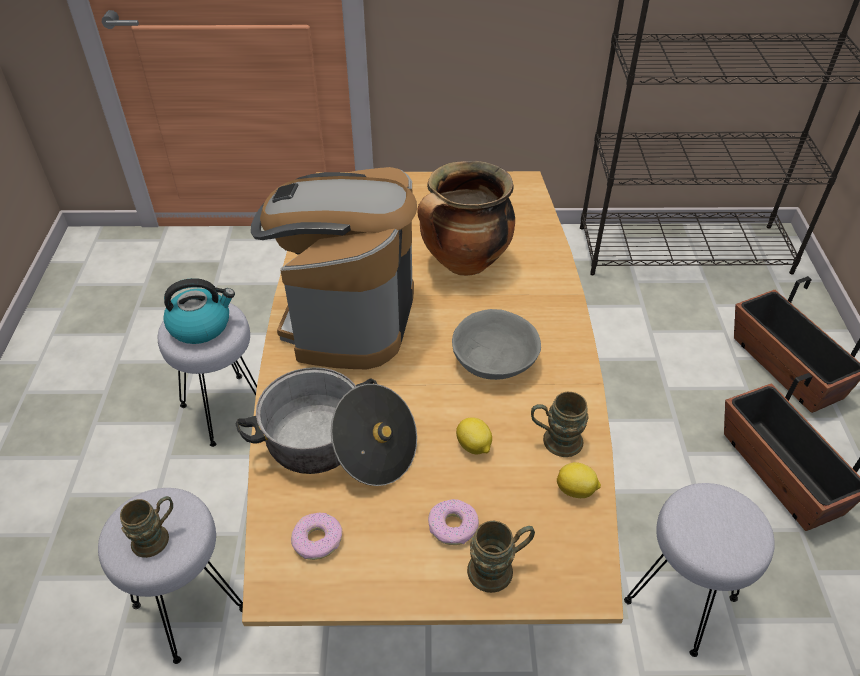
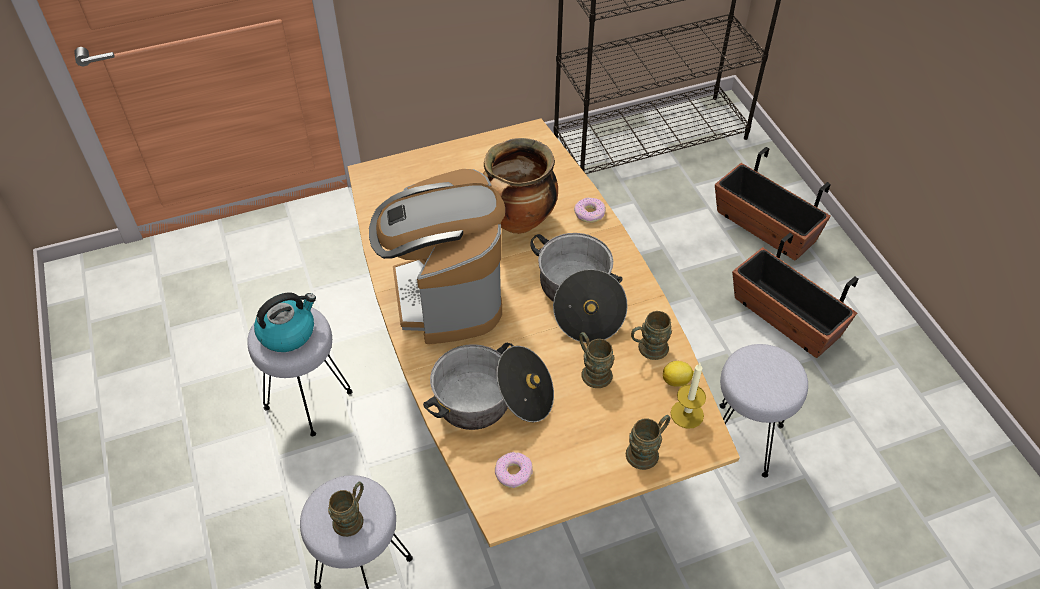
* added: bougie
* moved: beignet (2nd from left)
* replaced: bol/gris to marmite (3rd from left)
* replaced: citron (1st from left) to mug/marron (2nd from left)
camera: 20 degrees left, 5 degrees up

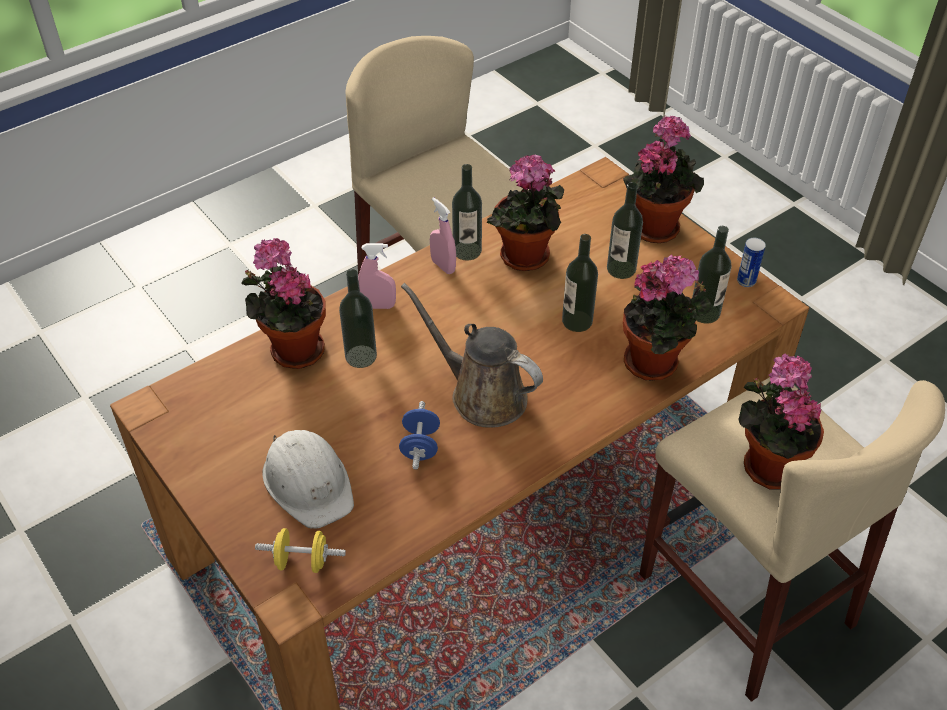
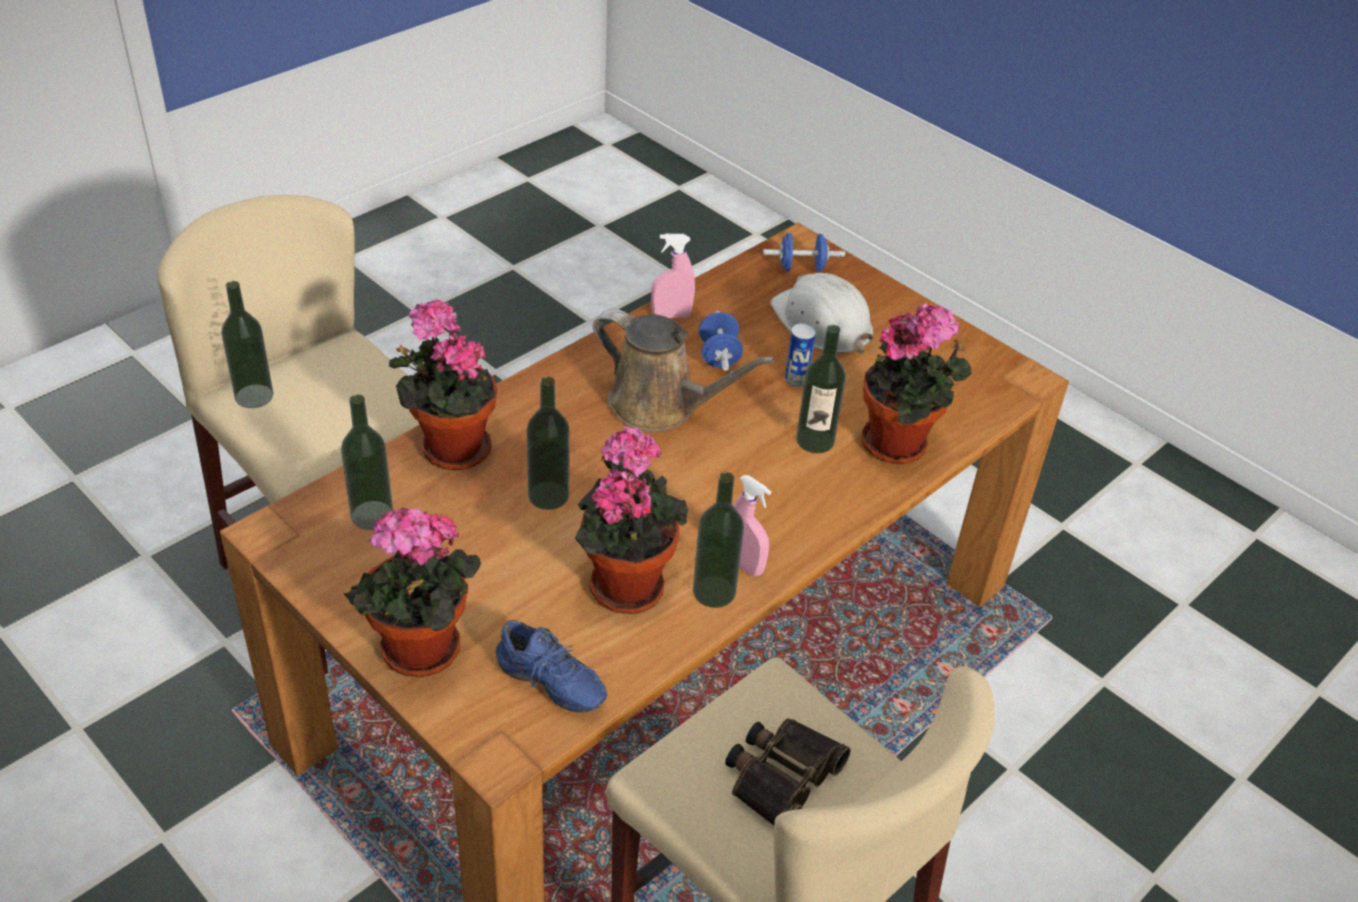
* removed: plante en pot (5th from left)
* added: chaussure/bleu
* added: jumelles
* moved: vaporisateur/rose (1st from left)
* moved: bouteille (4th from left in the first image) to bouteille (1st from left)
* moved: boîte métallique
* recoloured: haltère/jaune to haltère/bleu (2nd from left)
camera: 170 degrees right, 5 degrees down

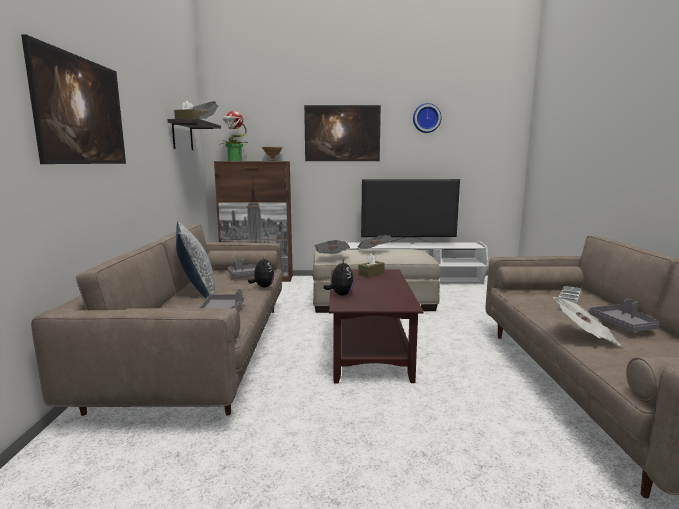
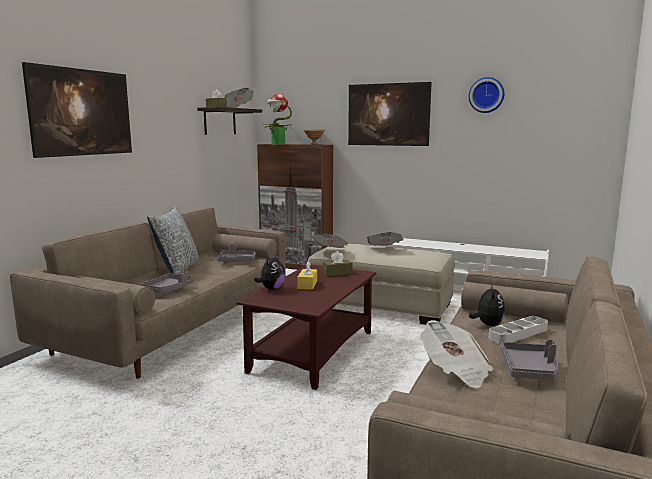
* removed: téléviseur
* added: boîte à mouchoirs/jaune
* moved: peluche (1st from left in the first image) to peluche (2nd from left)
camera: 25 degrees right, 0 degrees up

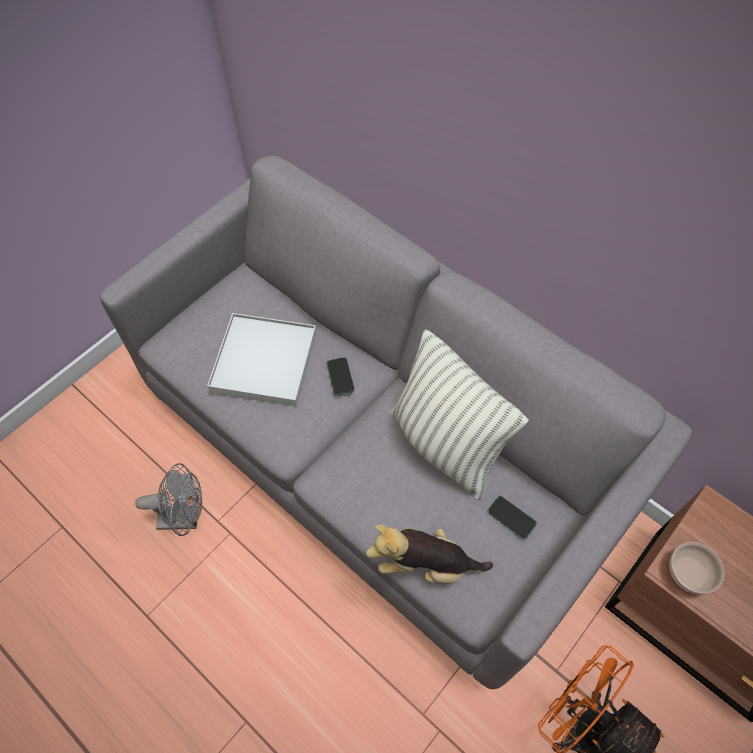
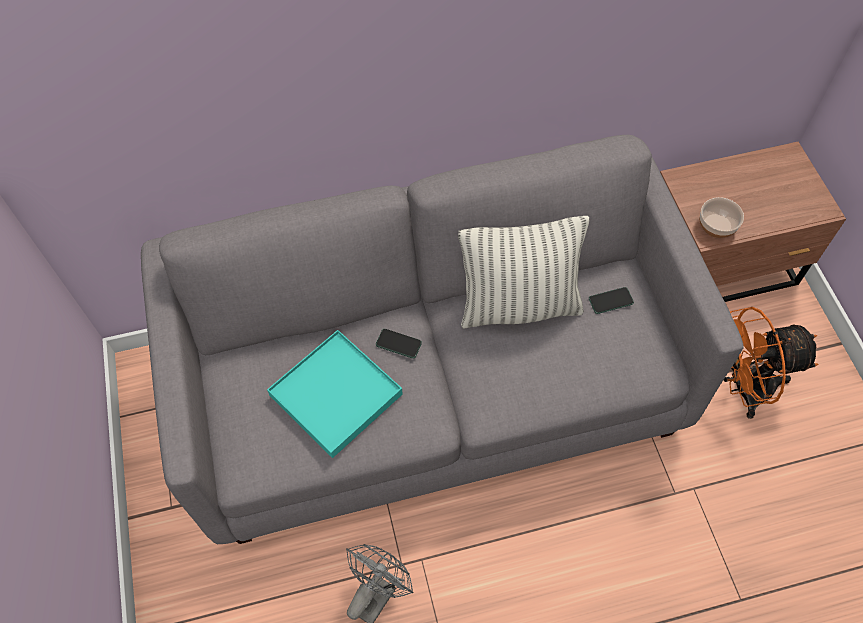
* removed: peluche
* recoloured: plateau/blanc to plateau/turquoise
camera: 55 degrees left, 0 degrees up

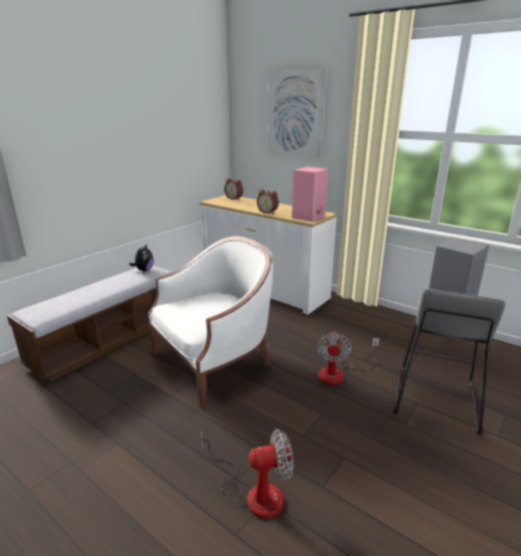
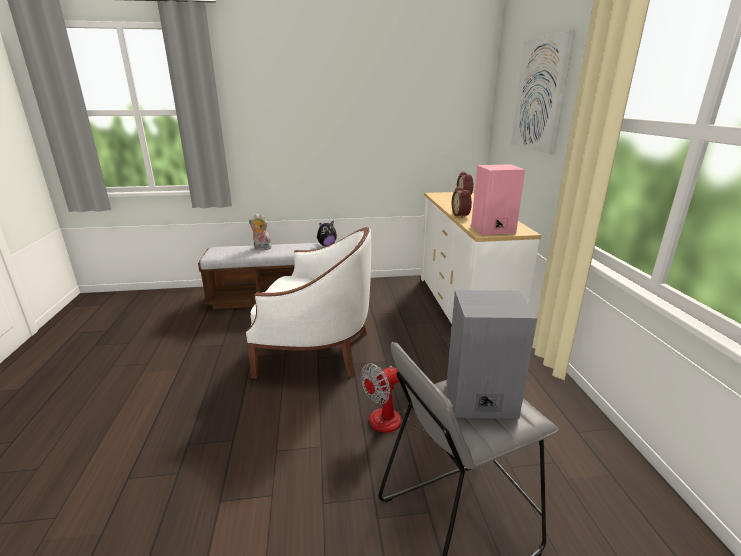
* removed: ventilateur (1st from left)
* added: peluche (1st from left)
camera: 45 degrees right, 0 degrees up

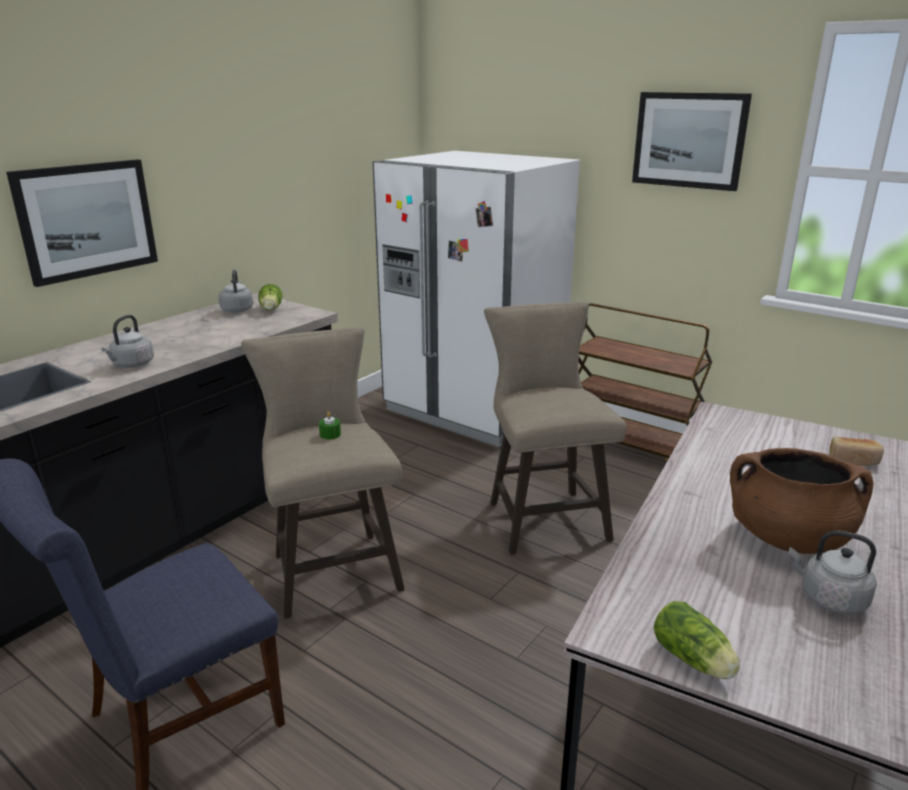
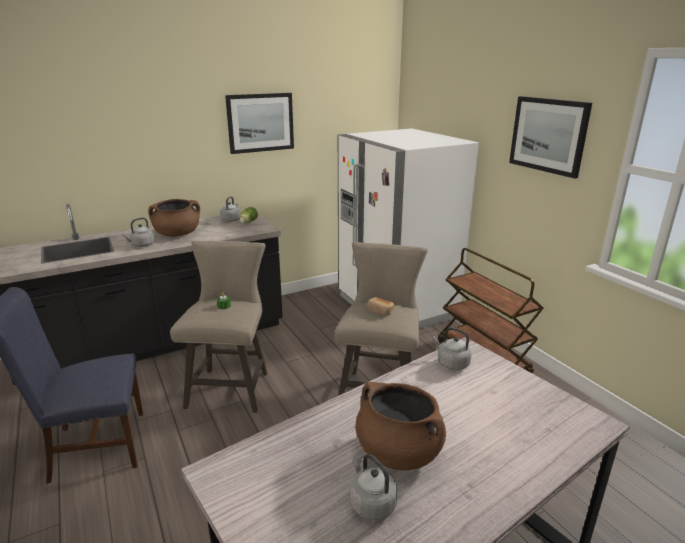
* removed: laitue (2nd from left)
* added: marmite/marron (1st from left)
* added: bouilloire/gris (4th from left)
* moved: tableau (1st from left)
* moved: pain
camera: 25 degrees right, 0 degrees up

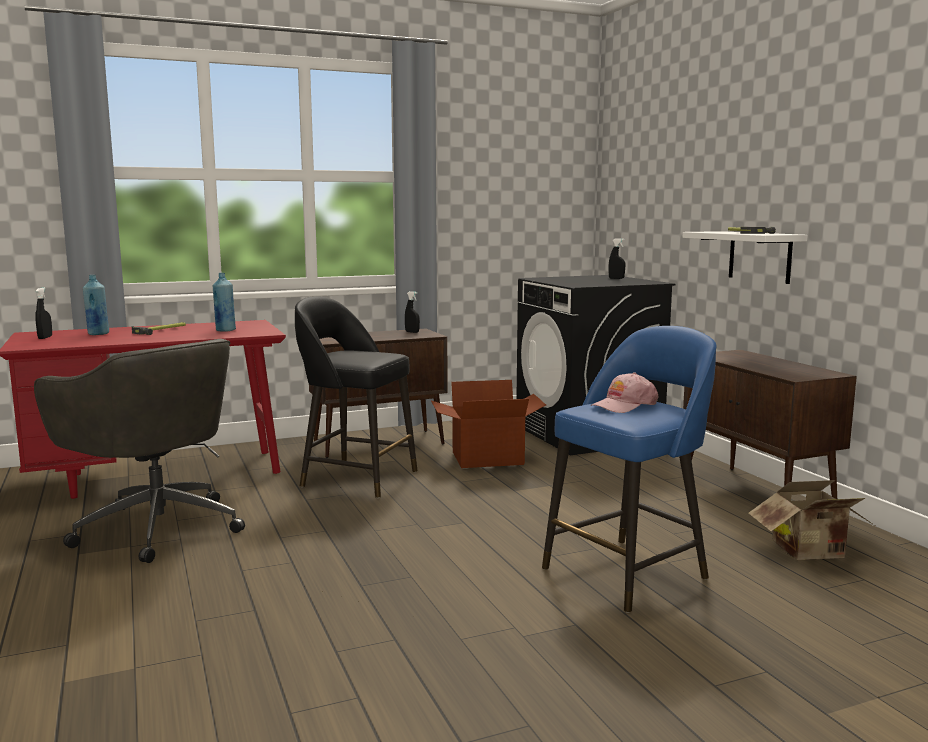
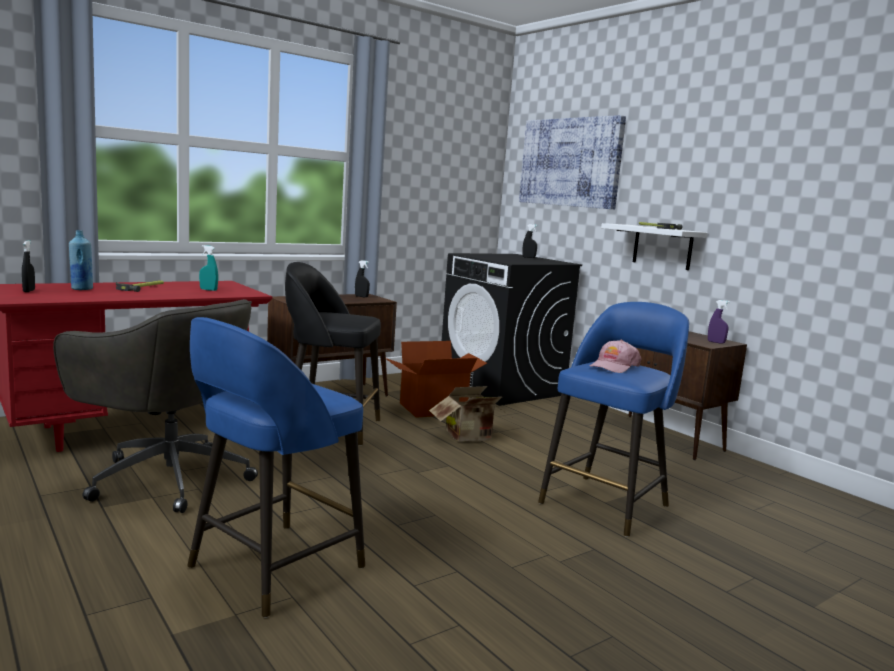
* added: tabouret/bleu (1st from left)
* added: tableau
* added: vaporisateur/violet
* moved: carton (2nd from left)
* replaced: bouteille/bleu (2nd from left) to vaporisateur/turquoise
camera: 15 degrees left, 0 degrees up

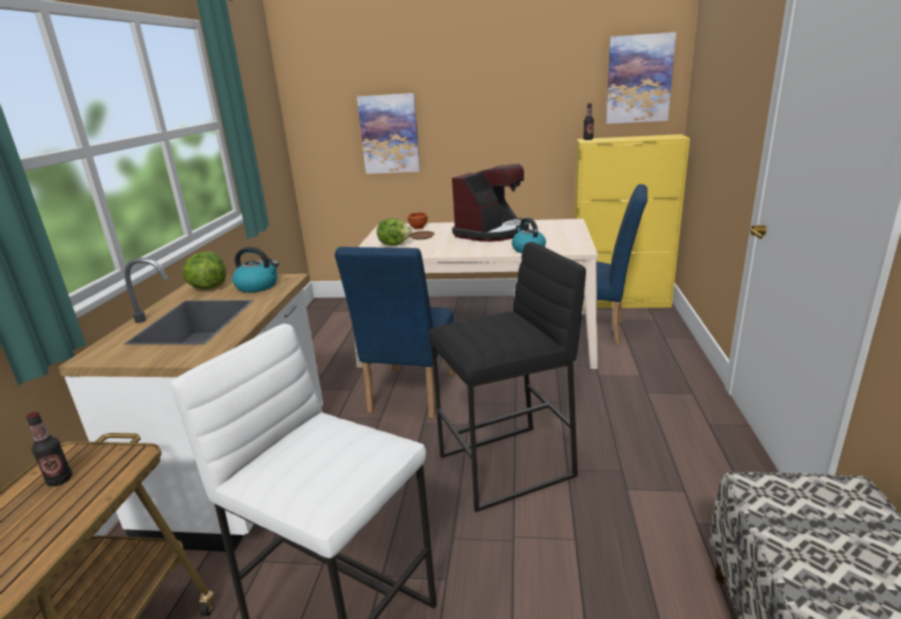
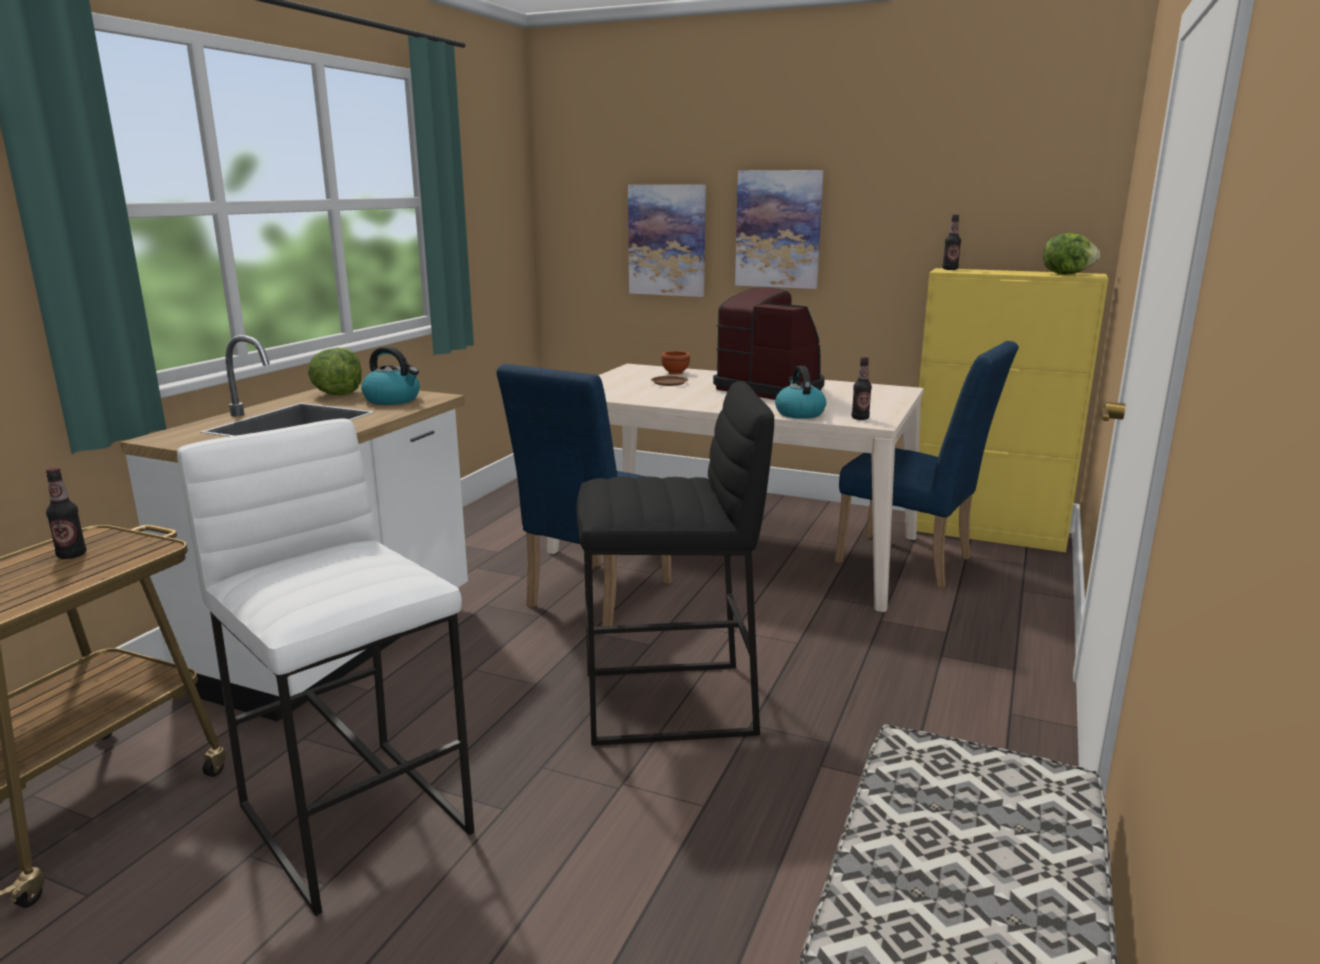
* added: bouteille (2nd from left)
* moved: laitue (2nd from left)
* moved: tableau (2nd from left)
* turned: machine à café 105 degrees counterclockwise
camera: 15 degrees right, 5 degrees down

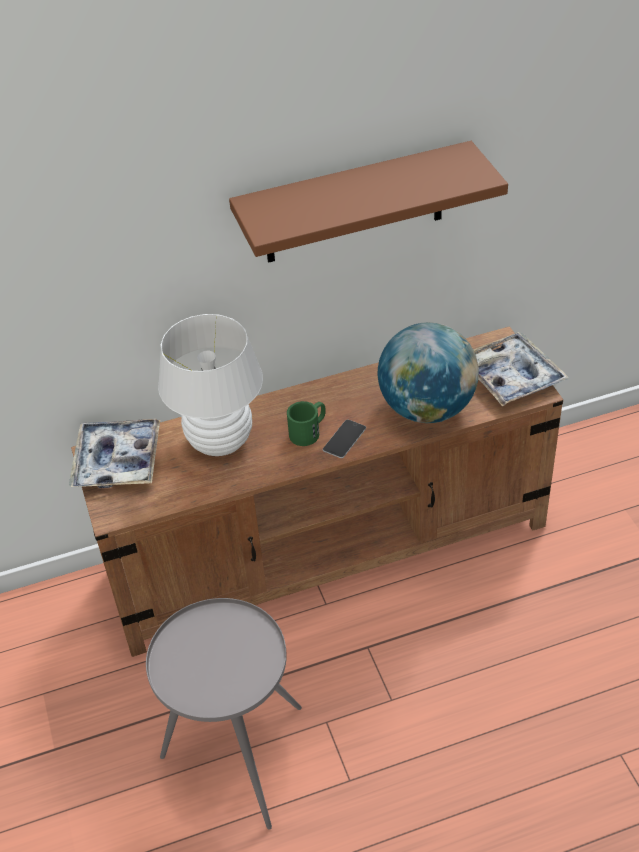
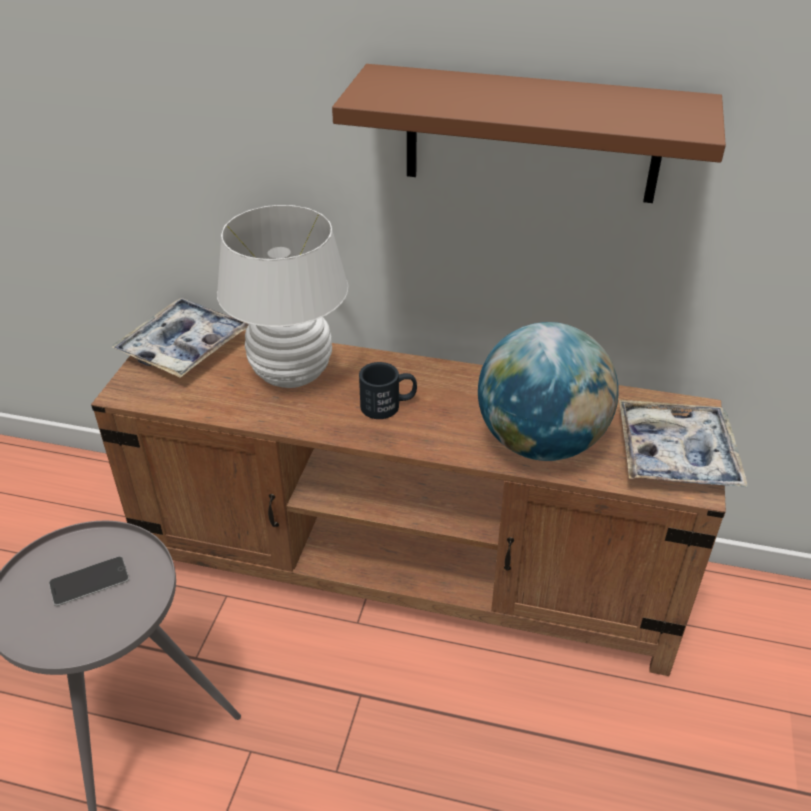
* moved: téléphone
* recoloured: mug/vert to mug/noir
camera: 30 degrees right, 5 degrees down

